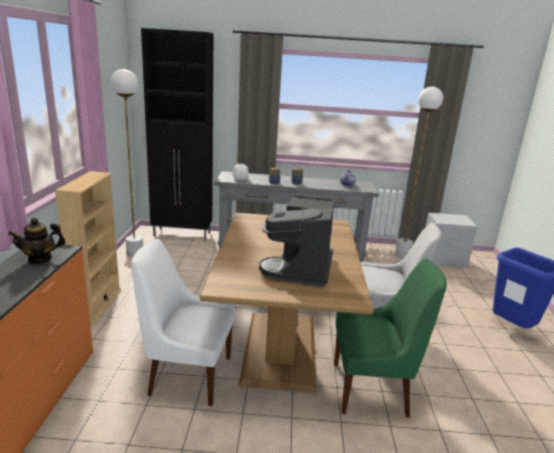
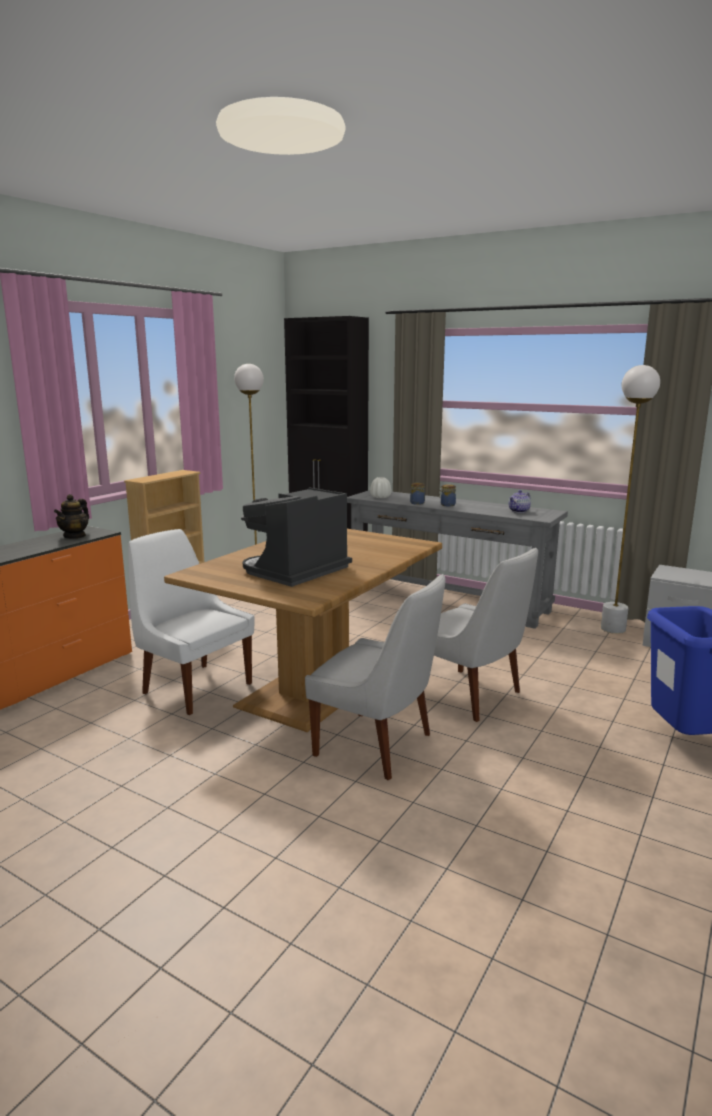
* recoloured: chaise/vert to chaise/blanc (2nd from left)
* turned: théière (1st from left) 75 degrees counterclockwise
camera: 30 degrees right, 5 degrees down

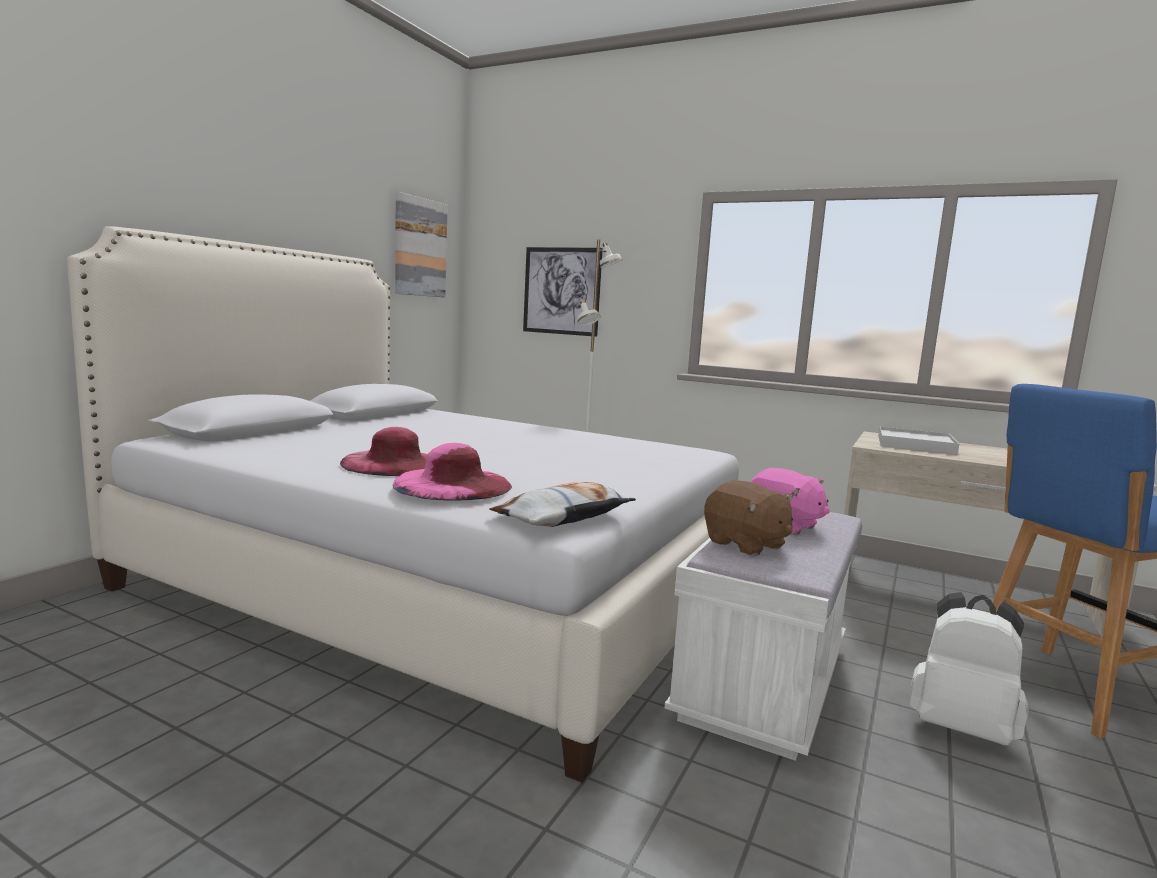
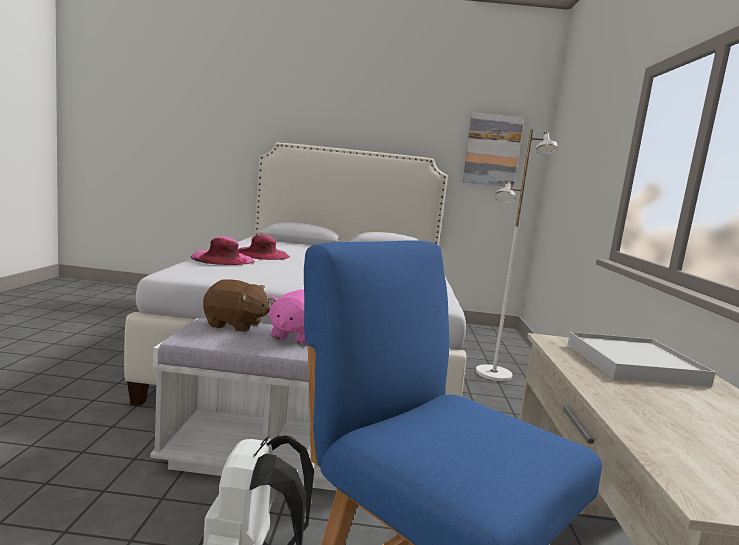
* removed: coussin
* removed: tableau (2nd from left)
* turned: peluche/marron 105 degrees counterclockwise
camera: 65 degrees right, 0 degrees up

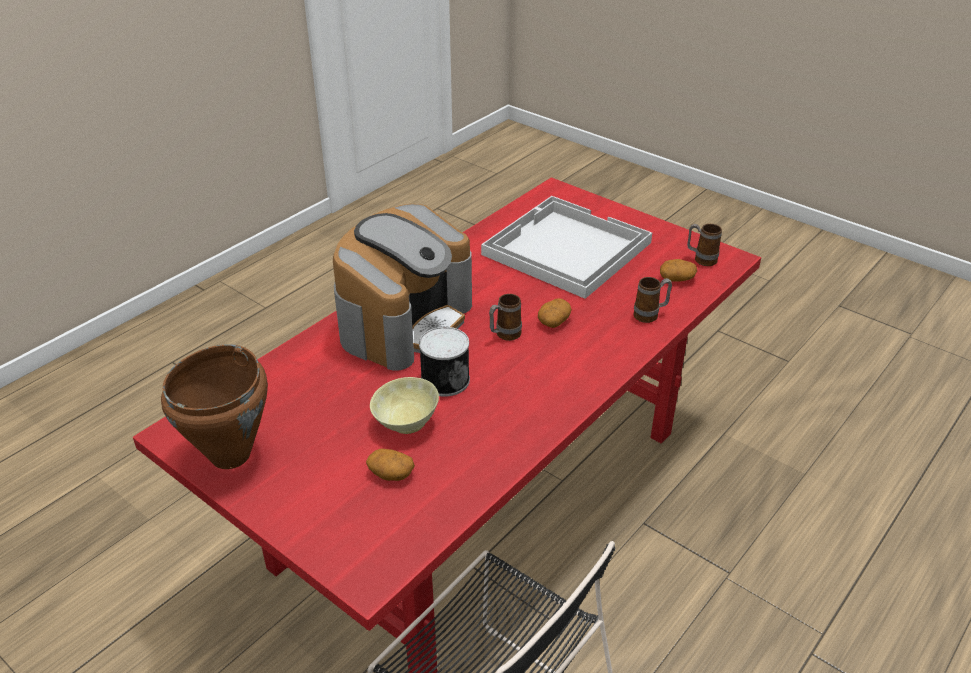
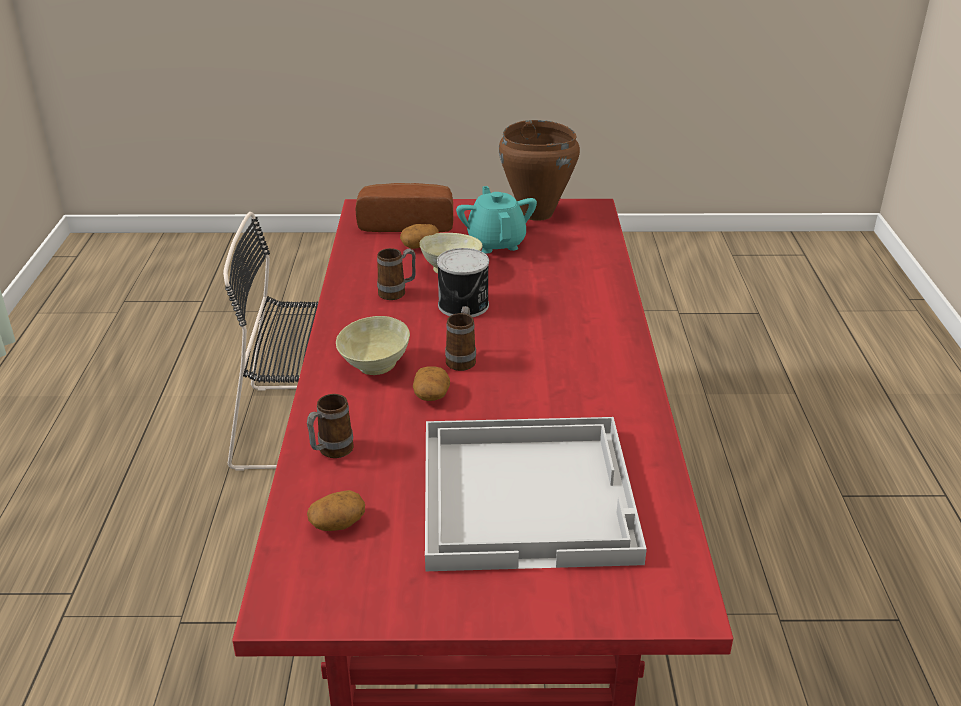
* removed: machine à café
* added: bol/beige (1st from left)
* added: pain
* added: théière/turquoise
* moved: mug (3rd from left in the first image) to mug (2nd from left)
camera: 140 degrees right, 5 degrees down

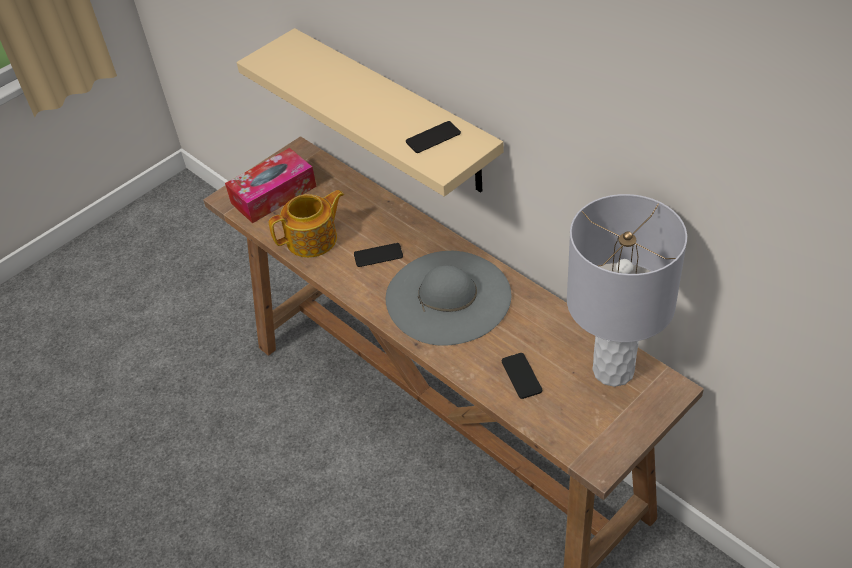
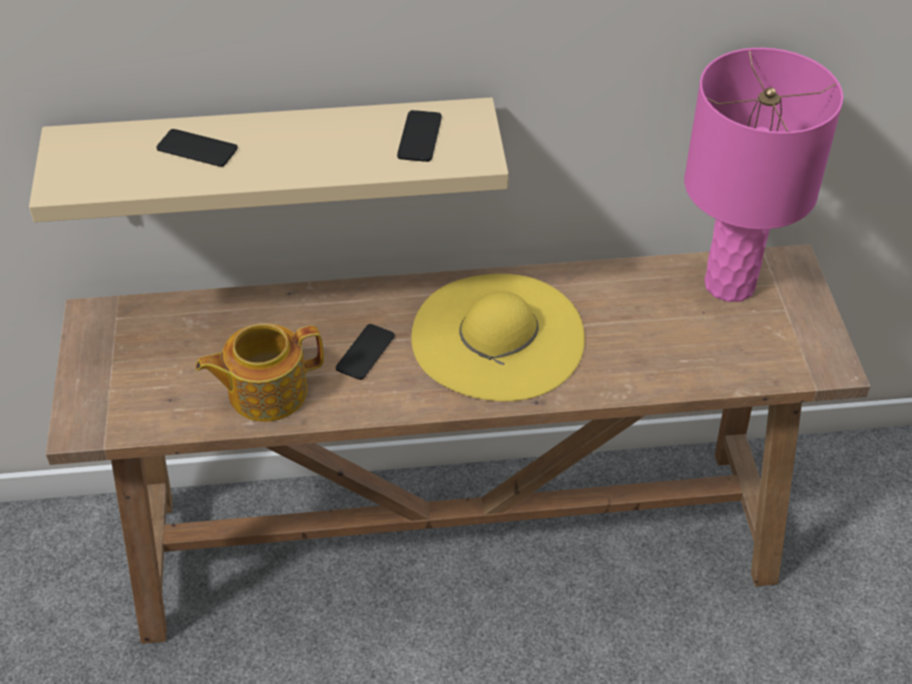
* removed: boîte à mouchoirs
* moved: téléphone (3rd from left in the first image) to téléphone (1st from left)
* recoloured: chapeau/gris to chapeau/jaune
* recoloured: lampe de table/gris to lampe de table/rose
* turned: théière 120 degrees counterclockwise
camera: 55 degrees left, 0 degrees up

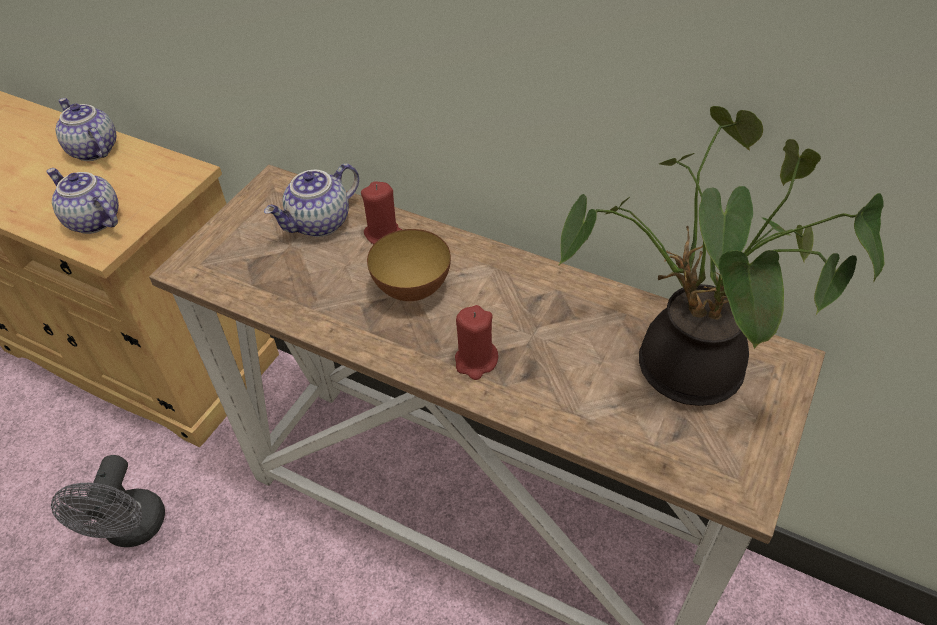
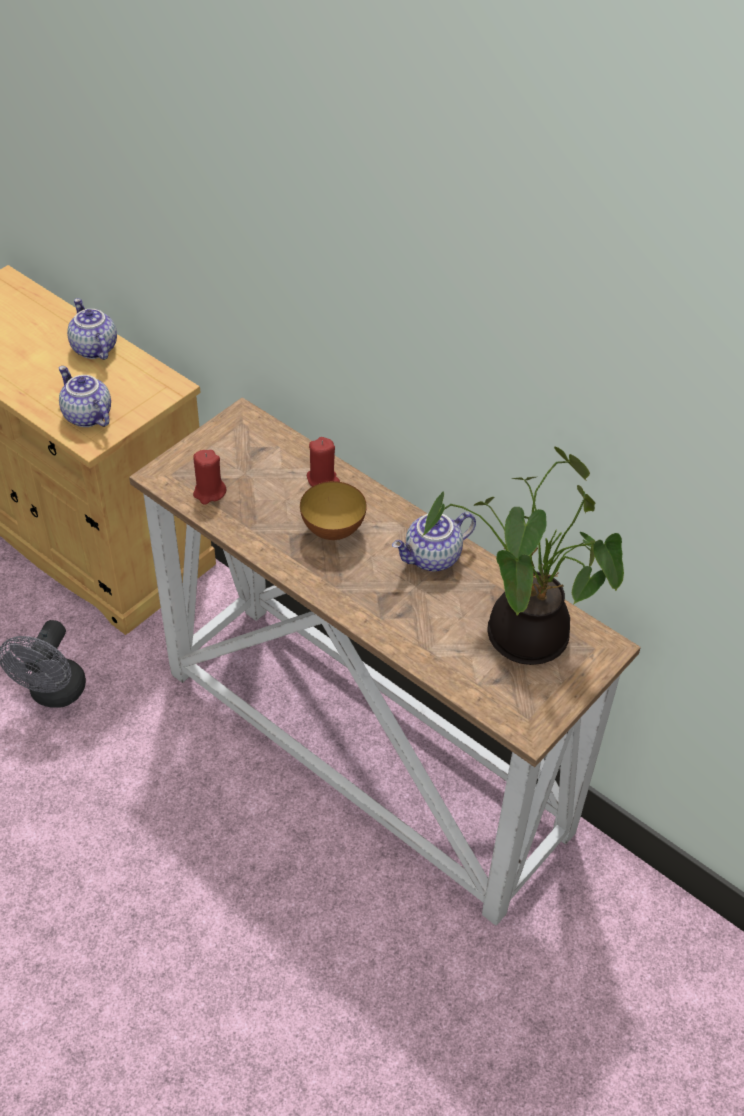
* moved: théière (3rd from left)
* moved: bougie/rouge (2nd from left in the first image) to bougie/rouge (1st from left)
camera: 10 degrees right, 0 degrees up

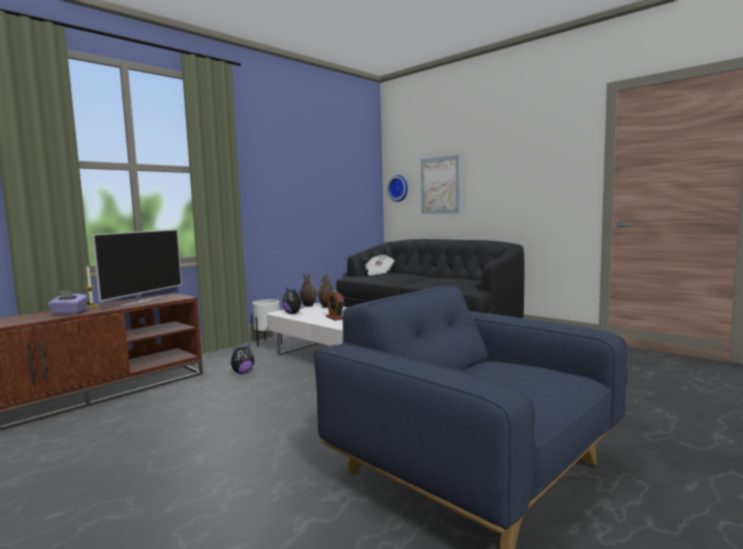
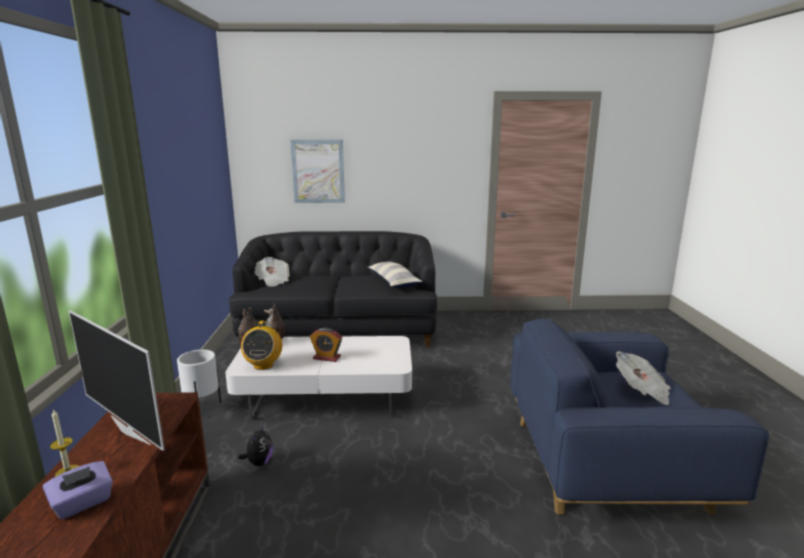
* removed: horloge murale
* added: coussin
* added: journal (2nd from left)
* replaced: peluche (2nd from left) to radio
* turned: téléviseur 150 degrees clockwise
camera: 45 degrees left, 10 degrees up

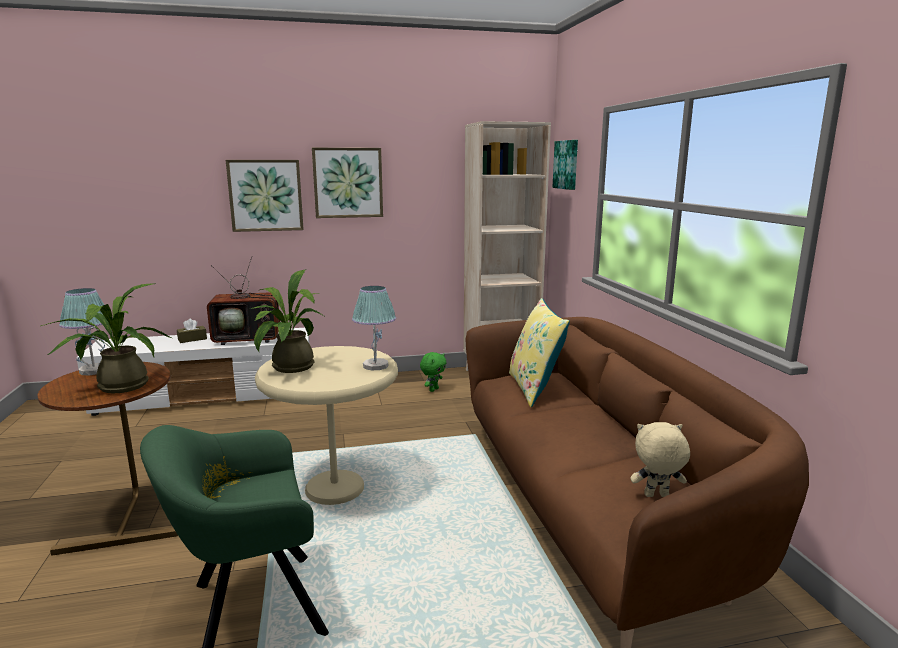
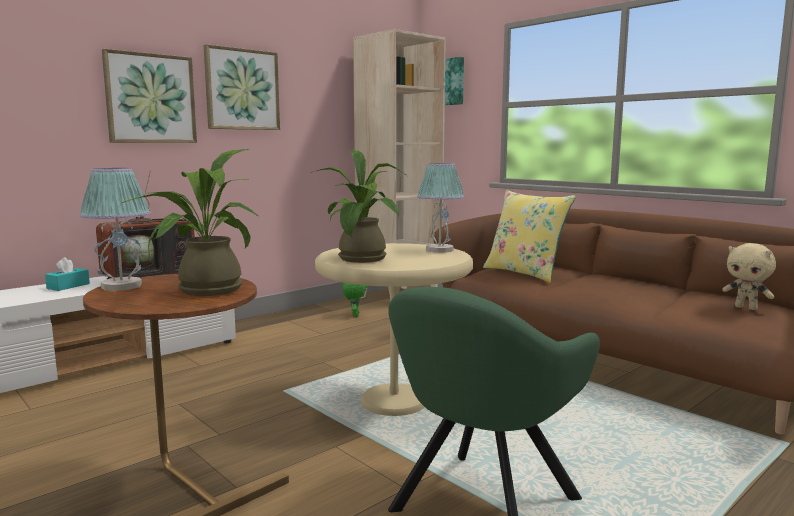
* recoloured: boîte à mouchoirs/marron to boîte à mouchoirs/turquoise
* turned: peluche/beige 105 degrees counterclockwise
camera: 30 degrees left, 5 degrees down

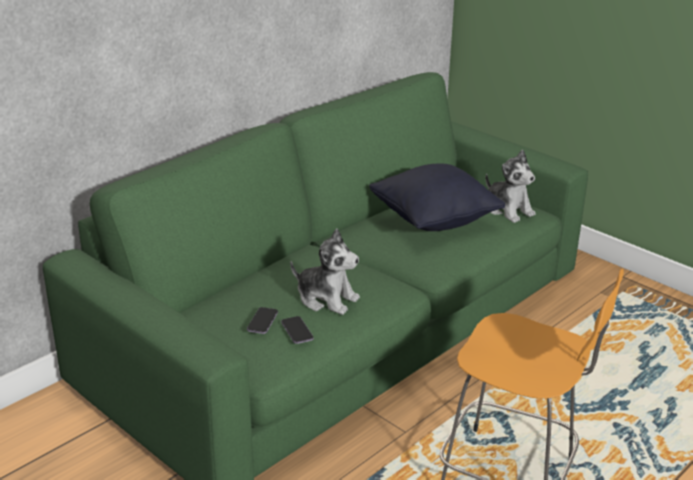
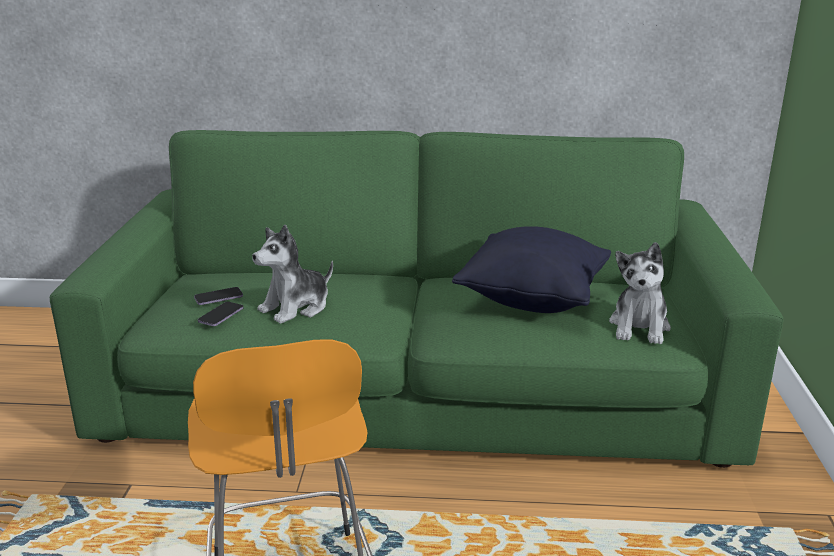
* turned: peluche (1st from left) 60 degrees clockwise
camera: 50 degrees right, 5 degrees down

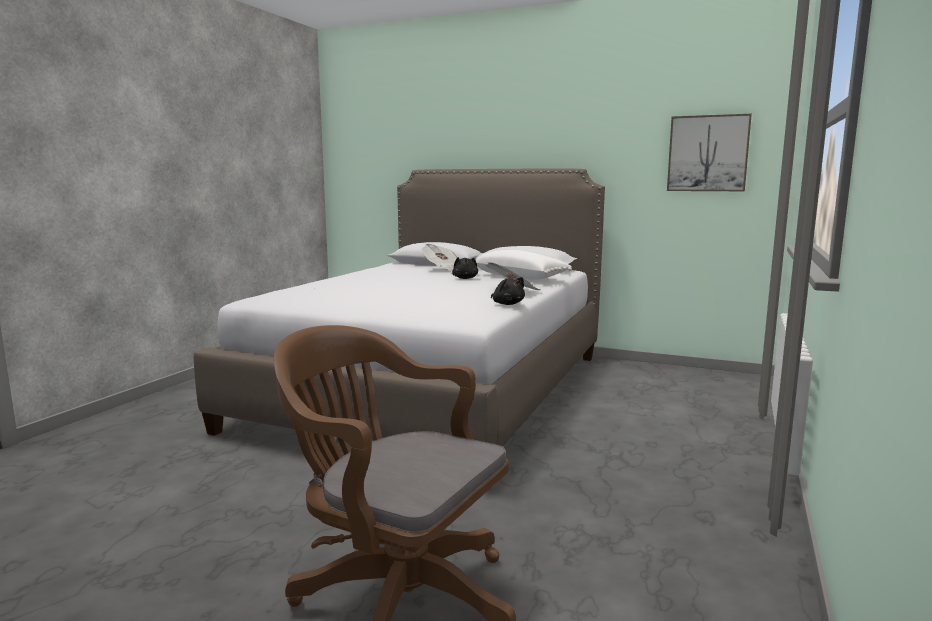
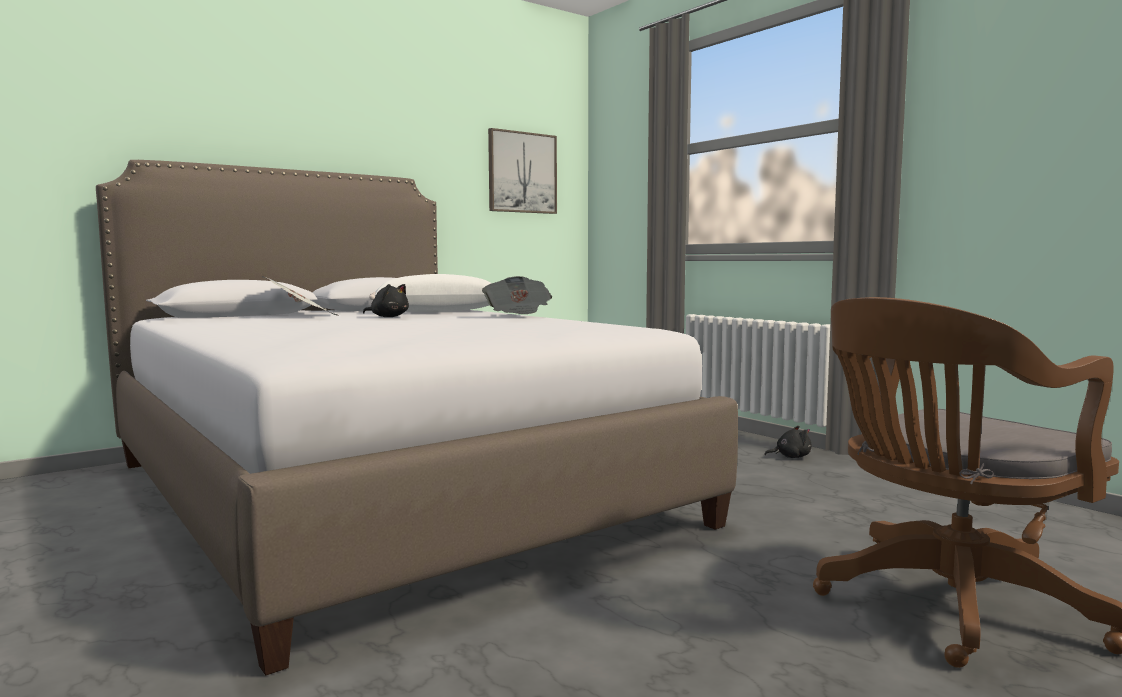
* moved: peluche/noir (2nd from left)
camera: 60 degrees left, 5 degrees down

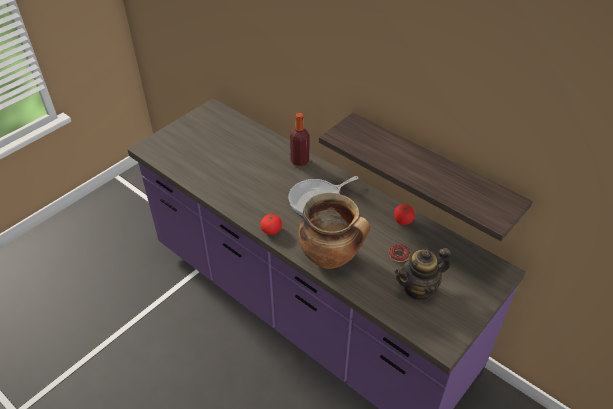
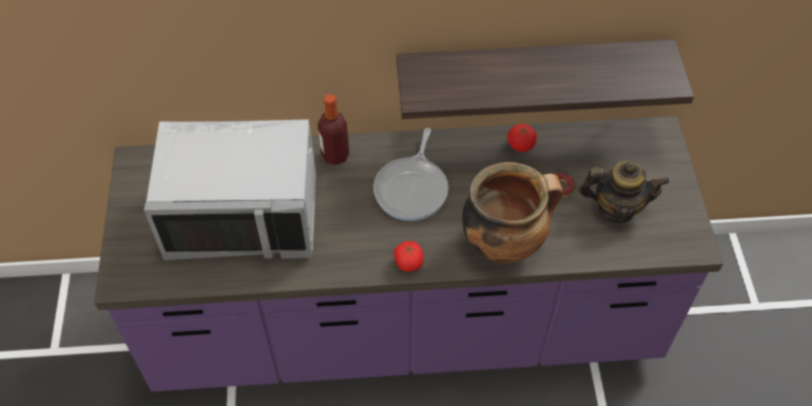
* added: micro-ondes/gris
* turned: théière 105 degrees counterclockwise
camera: 45 degrees left, 10 degrees up

